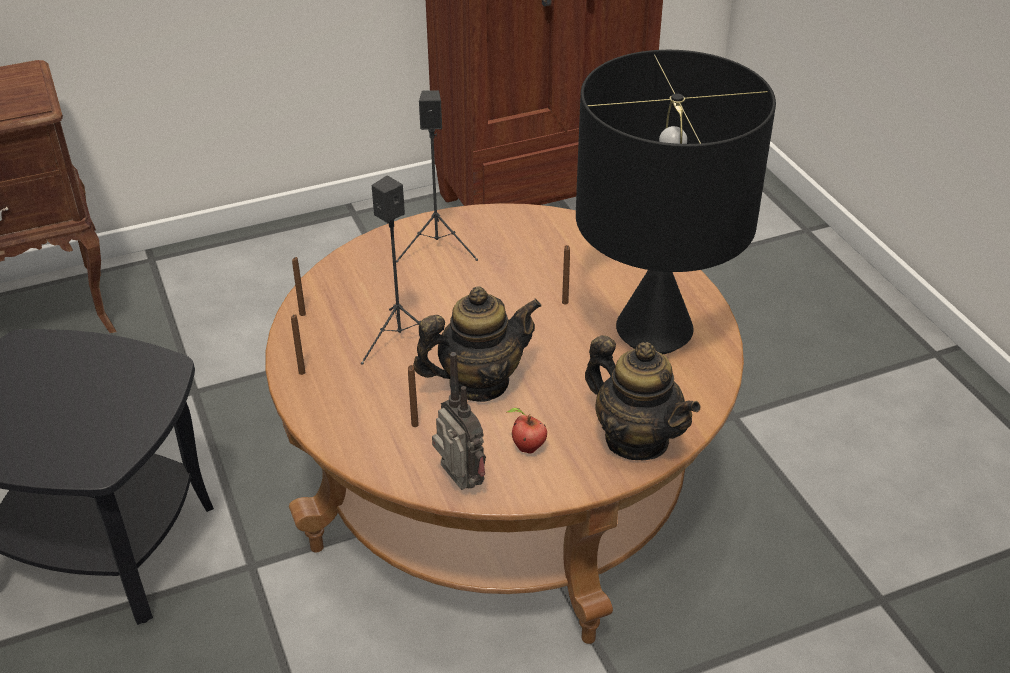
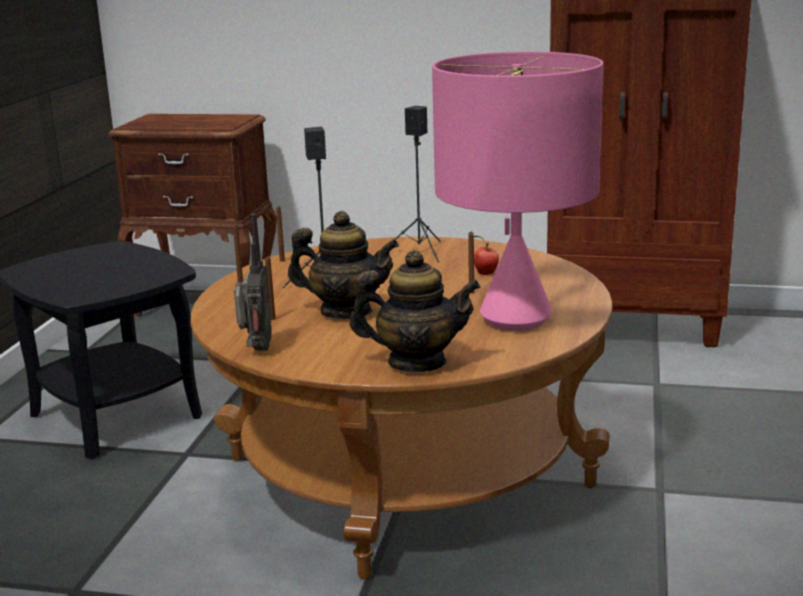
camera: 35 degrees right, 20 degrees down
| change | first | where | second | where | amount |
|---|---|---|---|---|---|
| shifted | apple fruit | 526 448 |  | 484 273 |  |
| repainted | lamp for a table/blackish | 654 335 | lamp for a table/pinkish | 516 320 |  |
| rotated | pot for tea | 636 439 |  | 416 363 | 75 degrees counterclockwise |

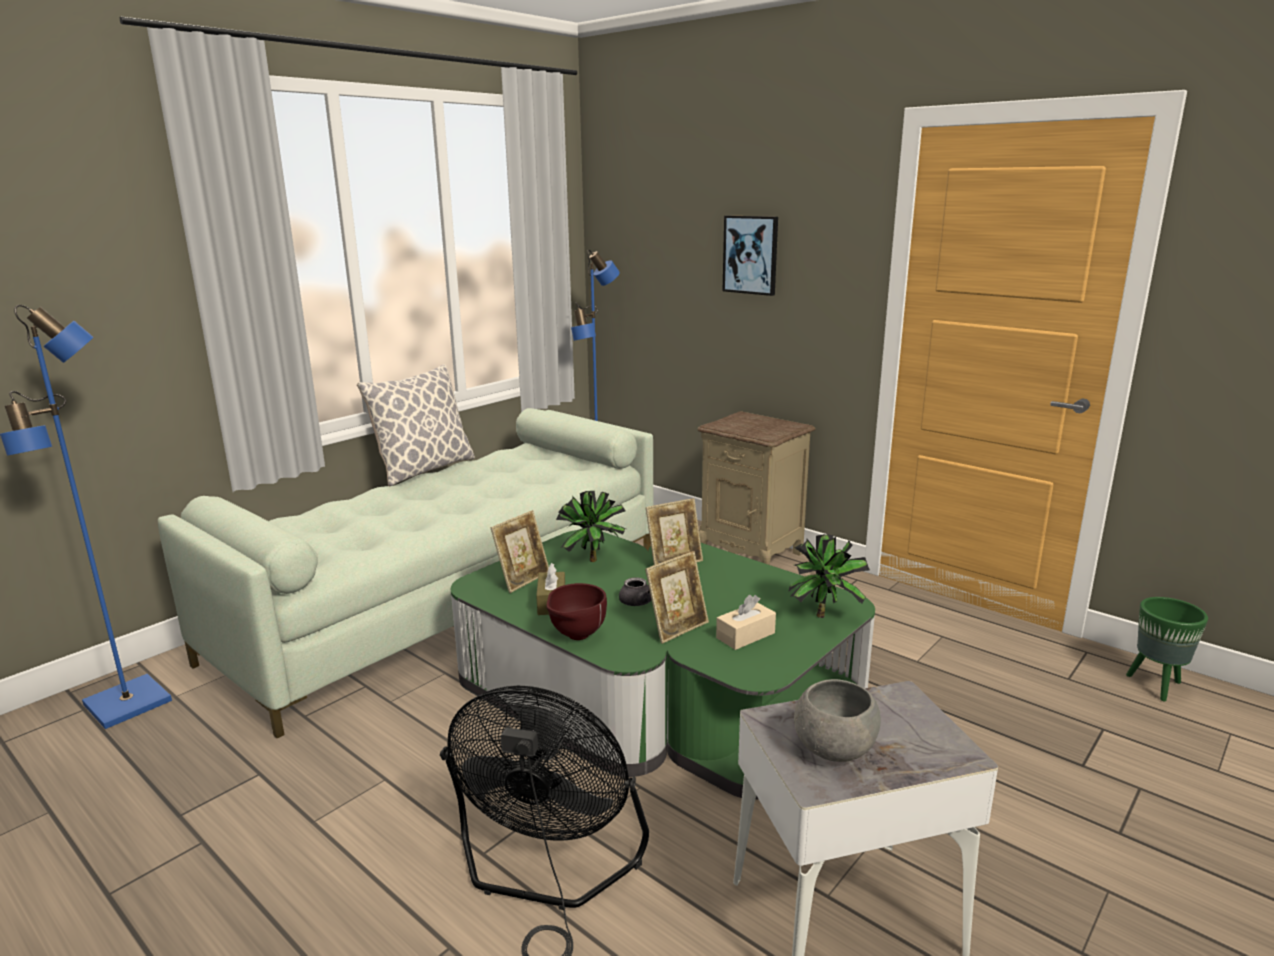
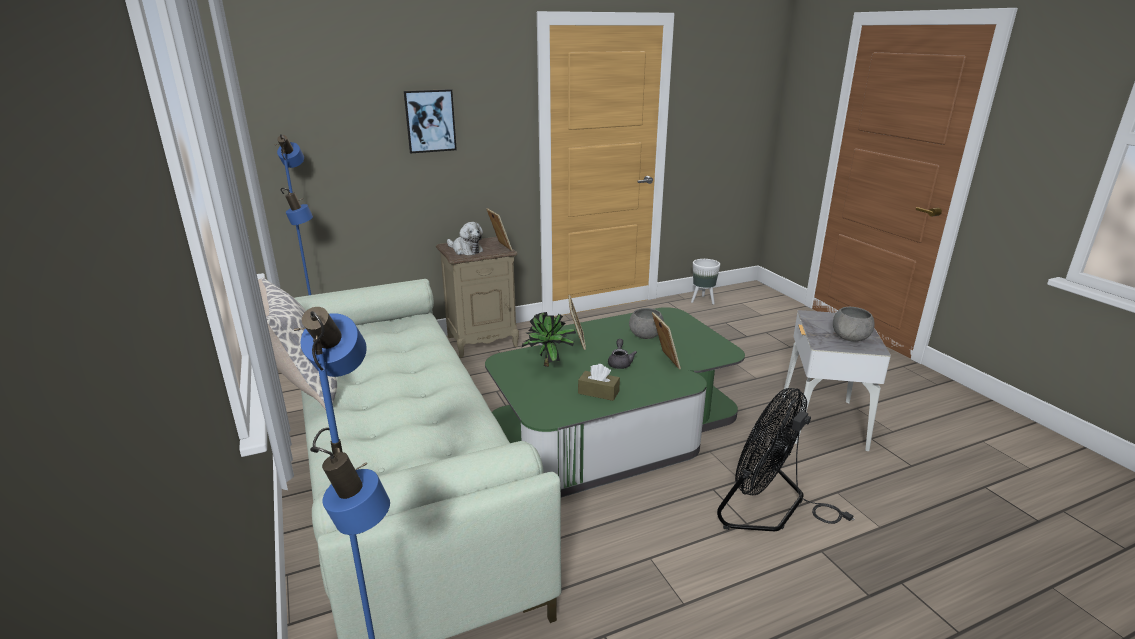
camera: 65 degrees left, 5 degrees up
| change | first | where | second | where | amount |
|---|---|---|---|---|---|
| gone | bowl/brown-coloured | 576 636 |  |  |  |
| gone | tissue box/sand-coloured | 745 635 |  |  |  |
| gone | houseplant | 825 615 |  |  |  |
| new |  |  | soft toy | 466 250 |  |
| new |  |  | bowl/grey | 646 336 |  |
| shifted | photo frame | 523 579 |  | 500 247 |  |
| repainted | plant pot/green | 1156 686 | plant pot/white-coloured | 703 301 |  |

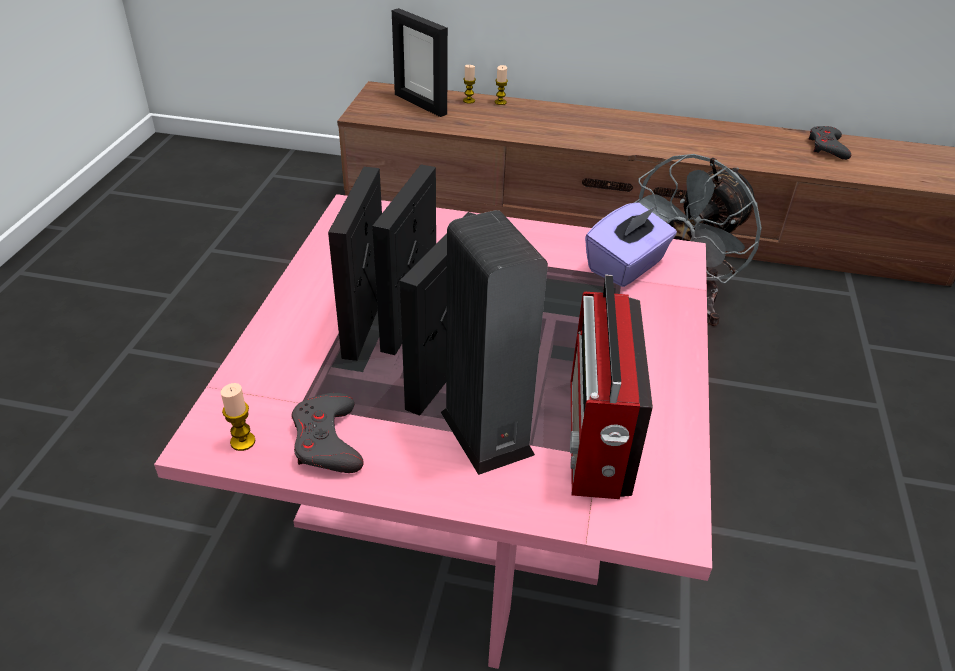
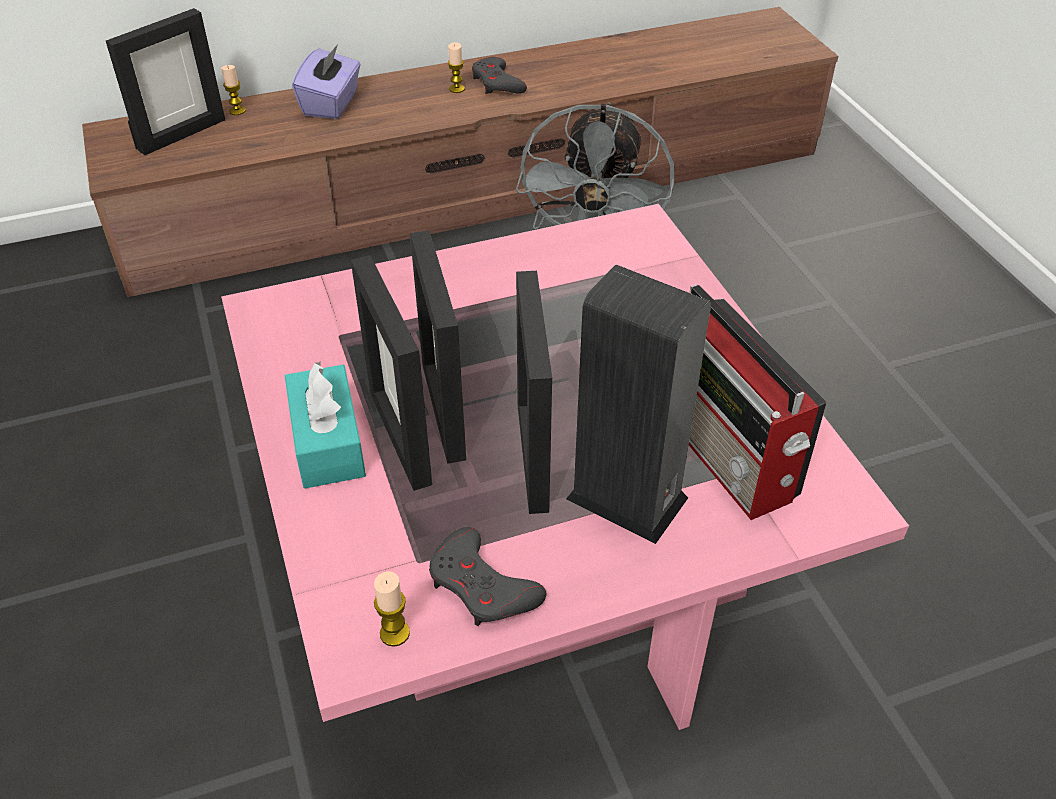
camera: 30 degrees left, 5 degrees up
| change | first | where | second | where | amount |
|---|---|---|---|---|---|
| new |  |  | tissue box/blue-green | 328 442 |  |
| shifted | candle | 500 102 |  | 457 89 |  |
| shifted | tissue box/purple | 626 266 |  | 331 104 |  |
| shifted | joypad/grey | 827 147 |  | 497 83 |  |
| rotated | photo frame | 421 104 |  | 181 134 | 60 degrees counterclockwise |

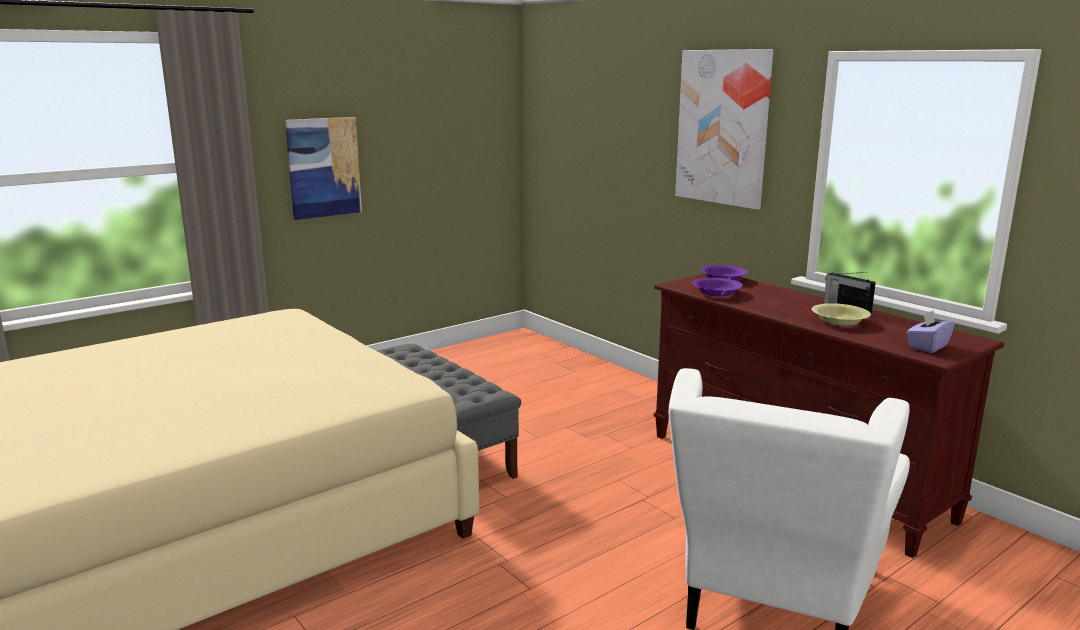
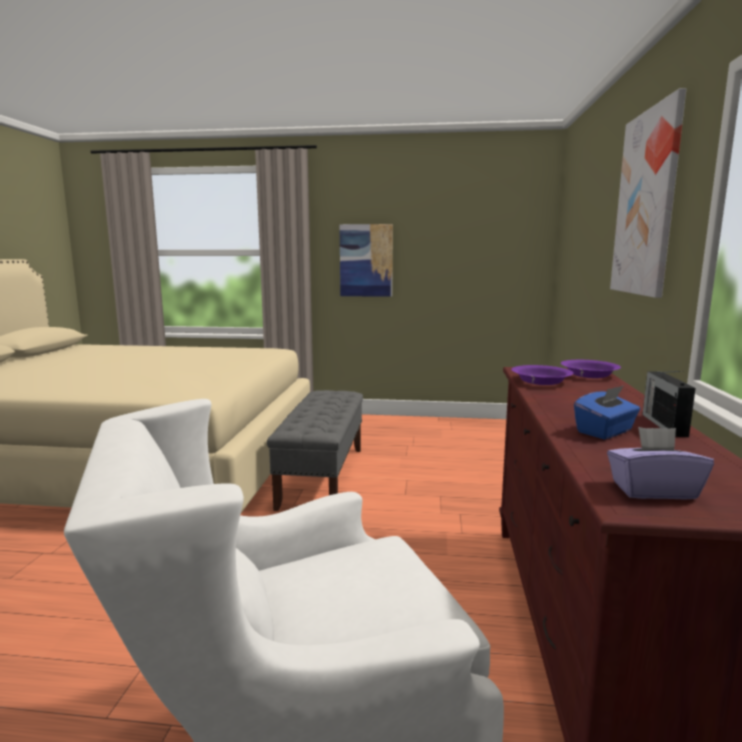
camera: 45 degrees right, 5 degrees down
| change | first | where | second | where | amount |
|---|---|---|---|---|---|
| swapped | bowl/yellowish | 839 321 | tissue box/bluish | 605 432 |  |

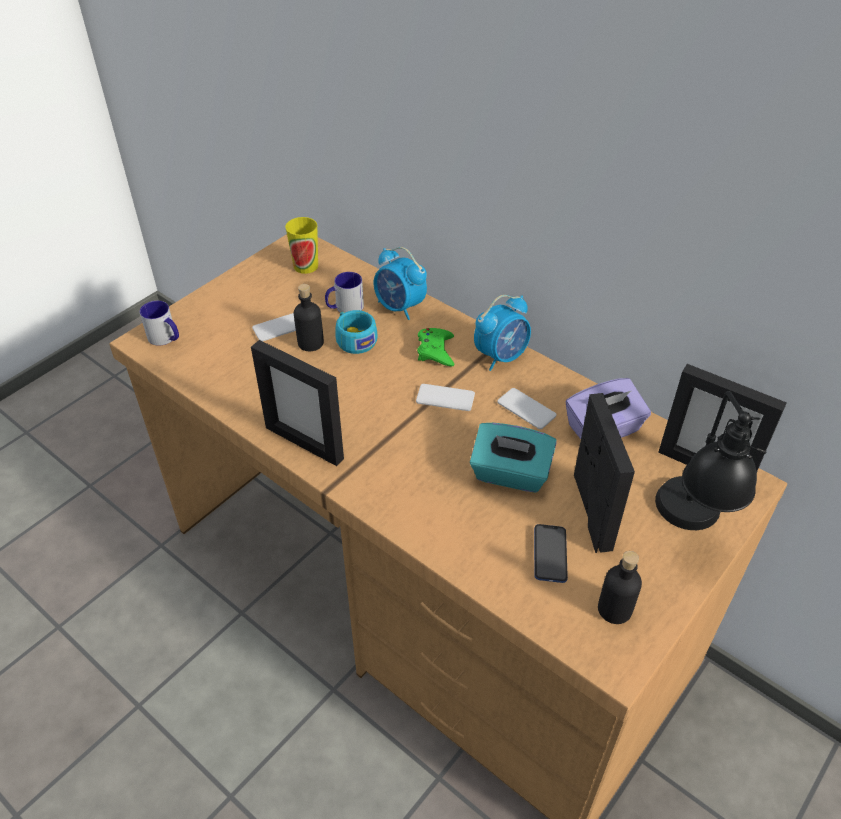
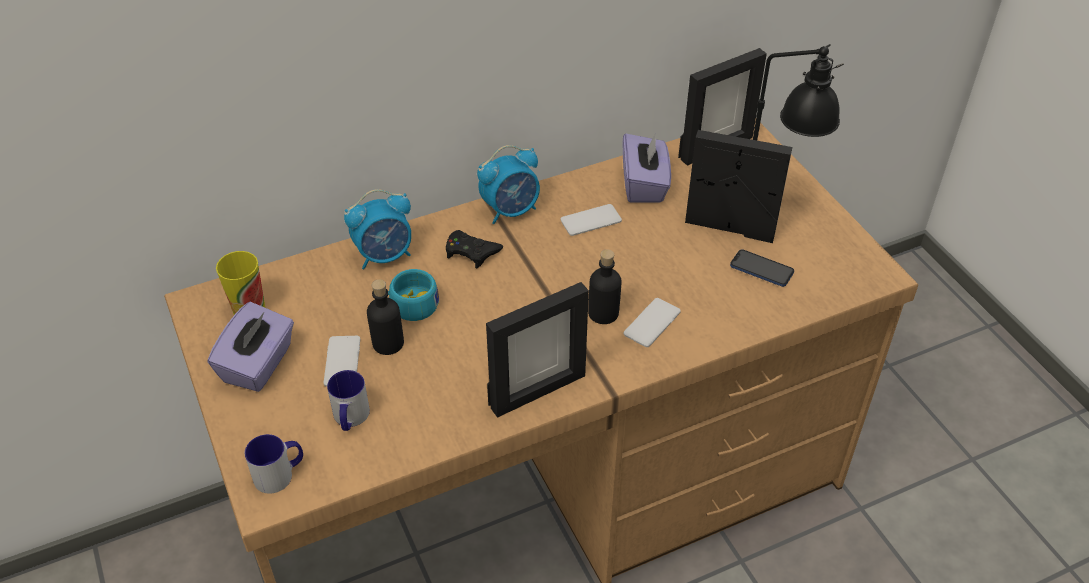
camera: 65 degrees left, 0 degrees up
| change | first | where | second | where | amount |
|---|---|---|---|---|---|
| gone | tissue box/blue-green | 510 474 |  |  |  |
| new |  |  | tissue box/purple | 258 364 |  |
| shifted | coffee mug | 344 308 |  | 350 418 |  |
| shifted | telephone | 445 398 |  | 652 323 |  |
| shifted | beverage bottle/blackish | 614 609 |  | 603 313 |  |
| repainted | joypad/green | 435 351 | joypad/blackish | 471 252 |  |
| rotated | bedside clock | 501 356 |  | 511 210 | 75 degrees clockwise |

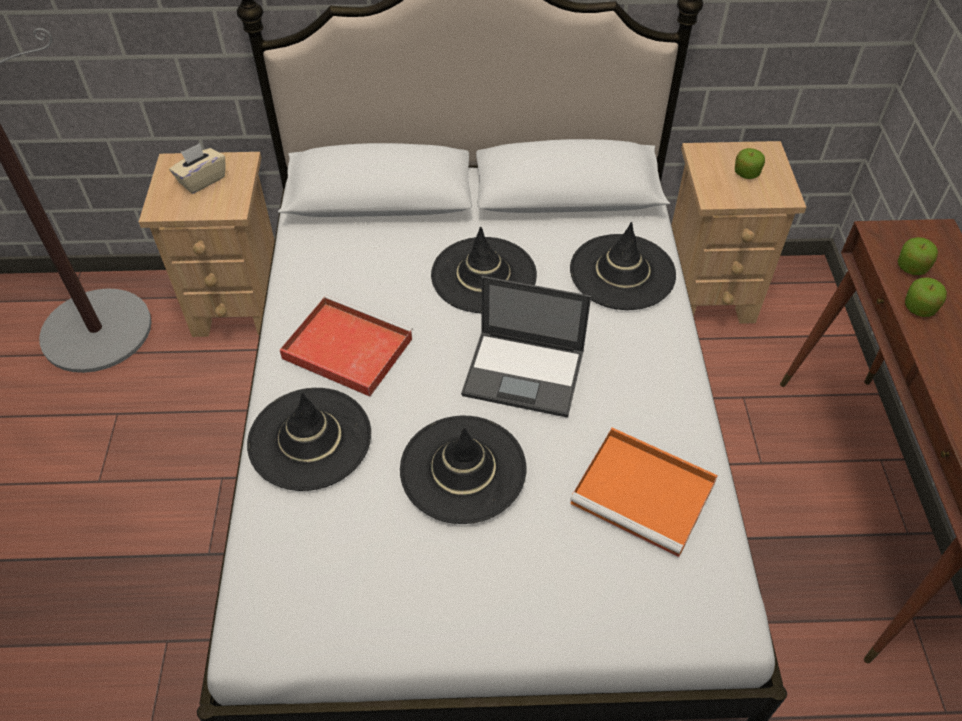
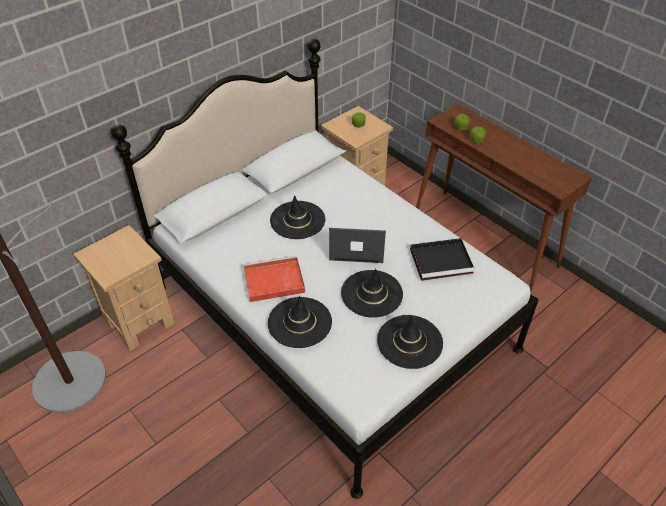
camera: 40 degrees left, 5 degrees down
| change | first | where | second | where | amount |
|---|---|---|---|---|---|
| gone | tissue box/sand-coloured | 202 180 |  |  |  |
| shifted | wearable hat/blackish | 622 272 |  | 409 342 |  |
| repainted | carrying tray/orange-coloured | 645 494 | carrying tray/blackish | 442 261 |  |
| rotated | portable computer | 525 373 |  | 356 246 | 150 degrees counterclockwise |

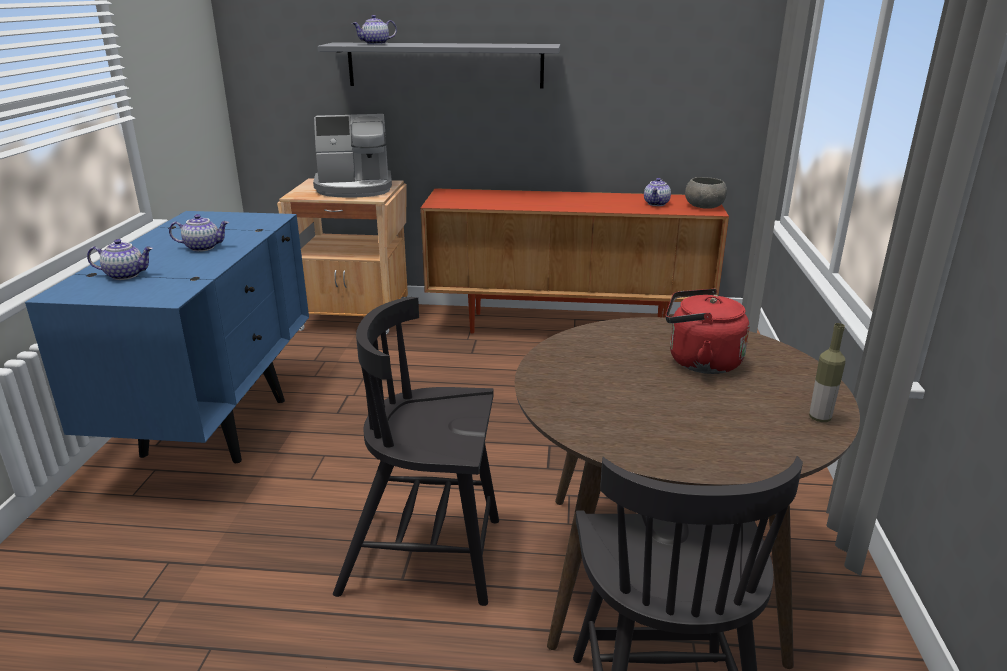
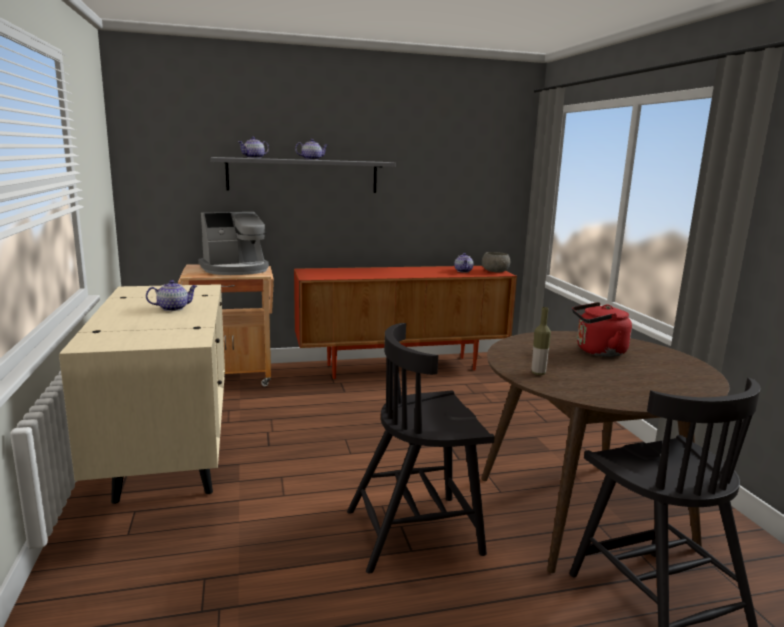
camera: 20 degrees left, 10 degrees down
| change | first | where | second | where | amount |
|---|---|---|---|---|---|
| shifted | pot for tea | 126 275 |  | 311 159 |  |
| shifted | beverage bottle | 819 418 |  | 538 373 |  |
| repainted | drawer chest/bluish | 216 427 | drawer chest/sand-coloured | 168 470 |  |

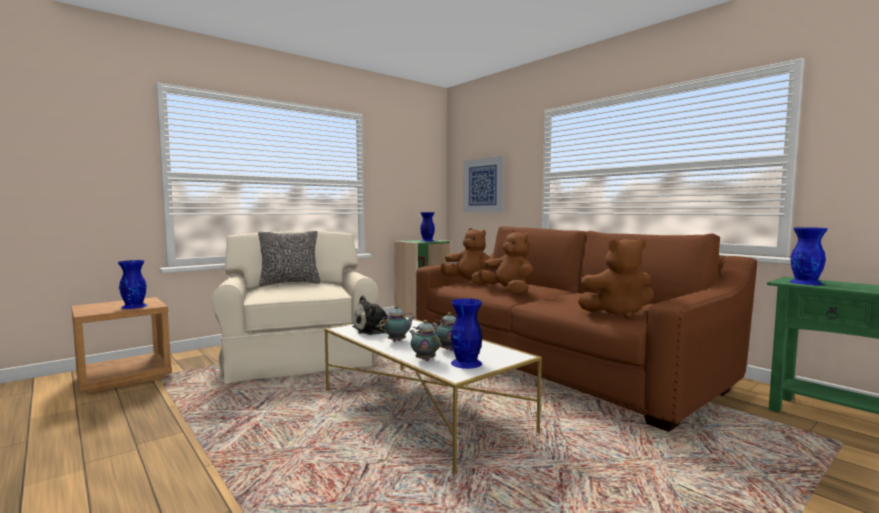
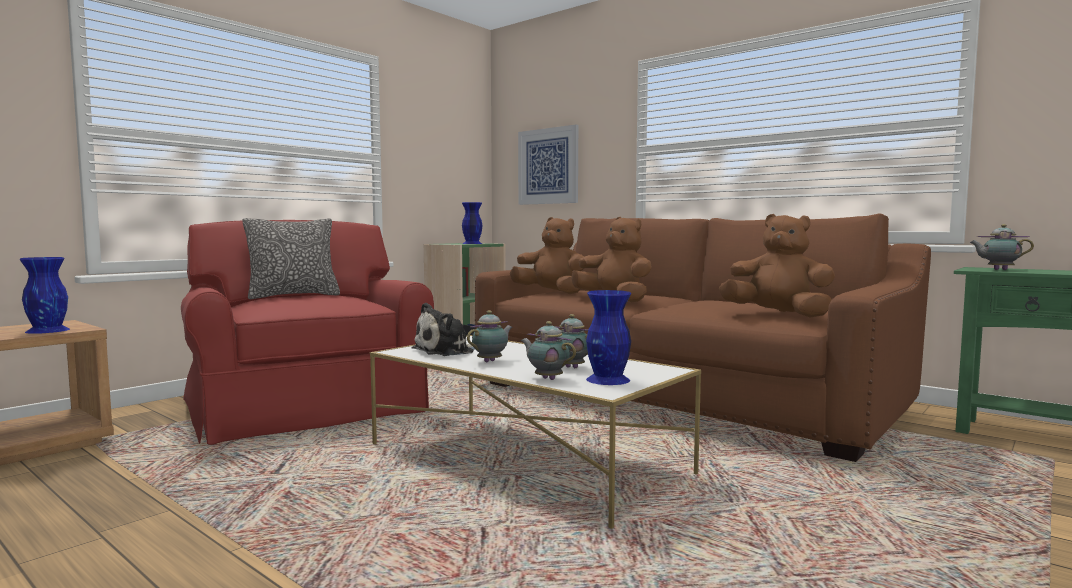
camera: 10 degrees left, 0 degrees up
| change | first | where | second | where | amount |
|---|---|---|---|---|---|
| swapped | flower vase/bluish | 806 283 | pot for tea | 998 270 |  |
| repainted | lounge chair/sand-coloured | 298 357 | lounge chair/reddish | 306 406 |  |
| rotated | soft toy/brown-coloured | 617 313 |  | 778 315 | 135 degrees counterclockwise |

